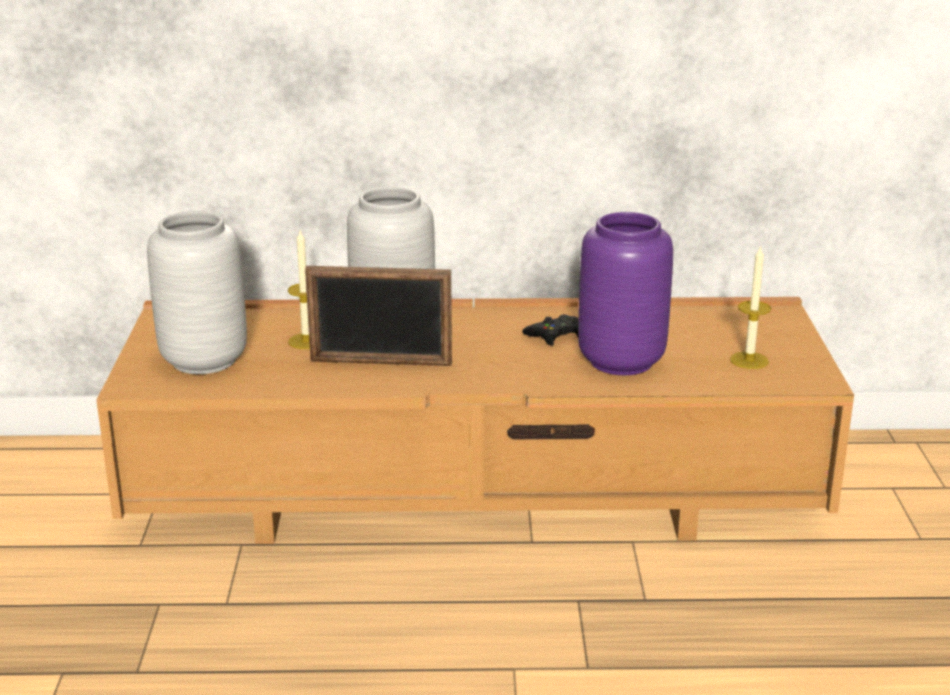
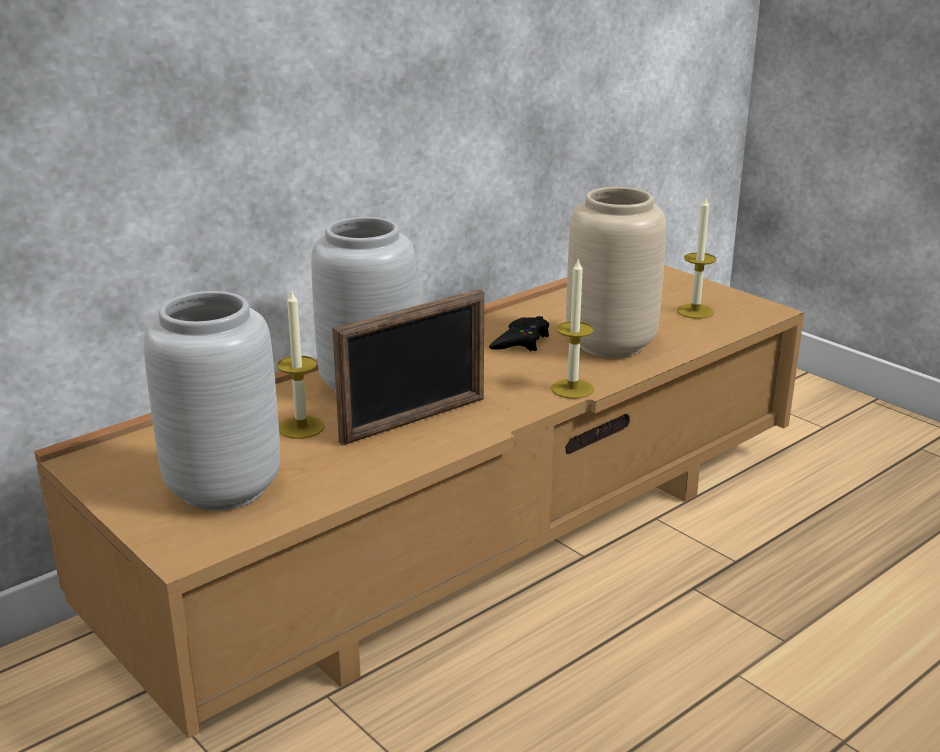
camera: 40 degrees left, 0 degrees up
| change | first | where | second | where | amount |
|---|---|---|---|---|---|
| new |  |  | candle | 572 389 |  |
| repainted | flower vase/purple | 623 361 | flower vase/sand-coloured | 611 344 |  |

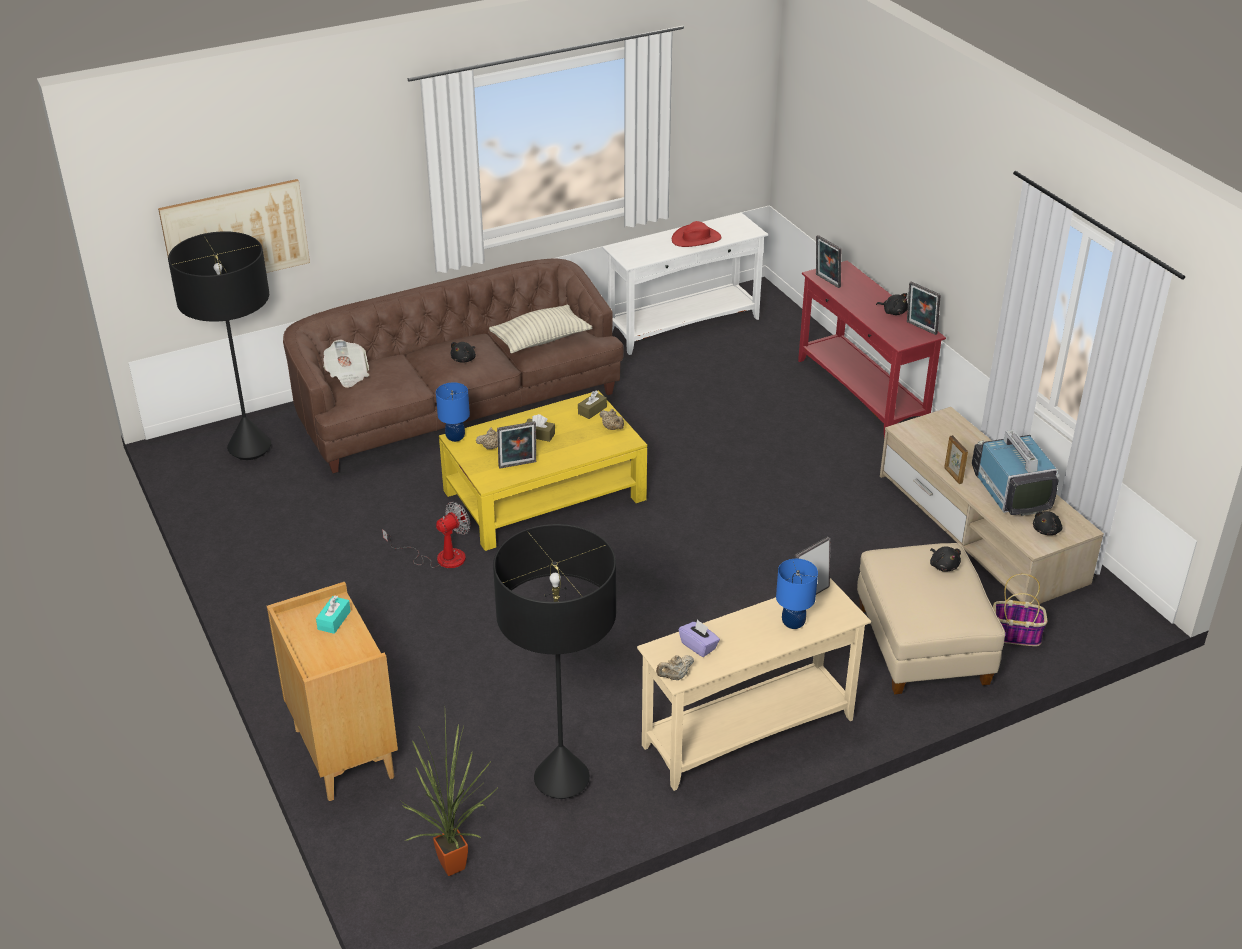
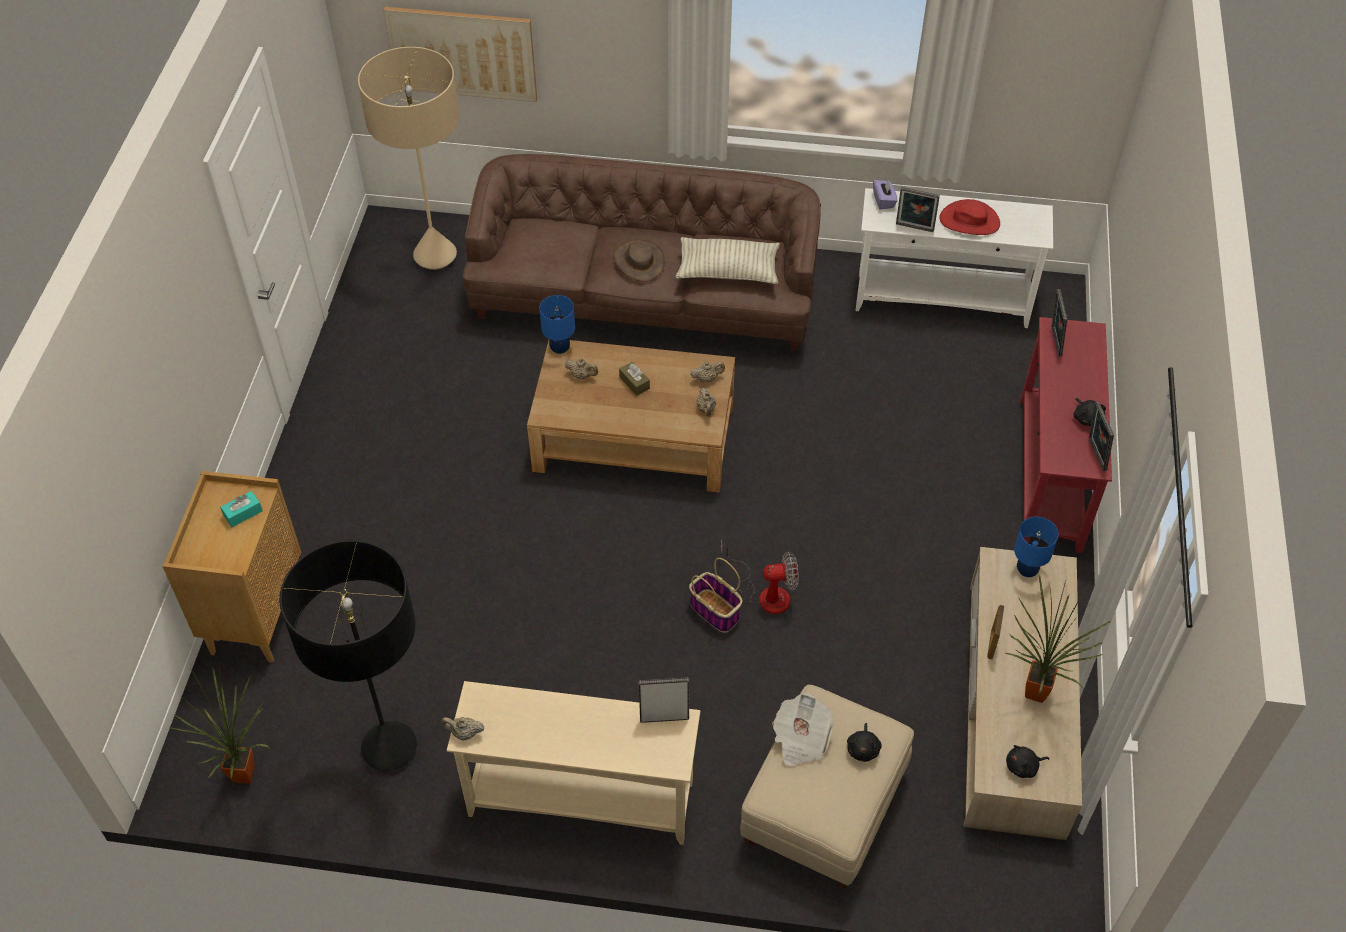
camera: 35 degrees right, 15 degrees up
| change | first | where | second | where | amount |
|---|---|---|---|---|---|
| shifted | printed paper | 347 374 |  | 800 739 |  |
| shifted | fan | 440 557 |  | 765 593 |  |
| shifted | photo frame | 518 465 |  | 914 228 |  |
| shifted | tissue box/purple | 699 646 |  | 884 201 |  |
| shifted | lamp for a table/bluish | 792 623 |  | 1026 570 |  |
| shifted | household basket | 1016 635 |  | 716 611 |  |
| swapped | soft toy/blackish | 464 359 | wearable hat/brown-coloured | 639 261 |  |
| swapped | tissue box/brown-coloured | 592 410 | pot for tea/sand-coloured | 707 379 |  |
| swapped | TV set | 1010 491 | houseplant | 1033 696 |  |
| repainted | standing lamp/blackish | 250 450 | standing lamp/sand-coloured | 435 257 |  |
| repainted | lounge table/yellowish | 545 495 | lounge table/brown-coloured | 635 437 |  |

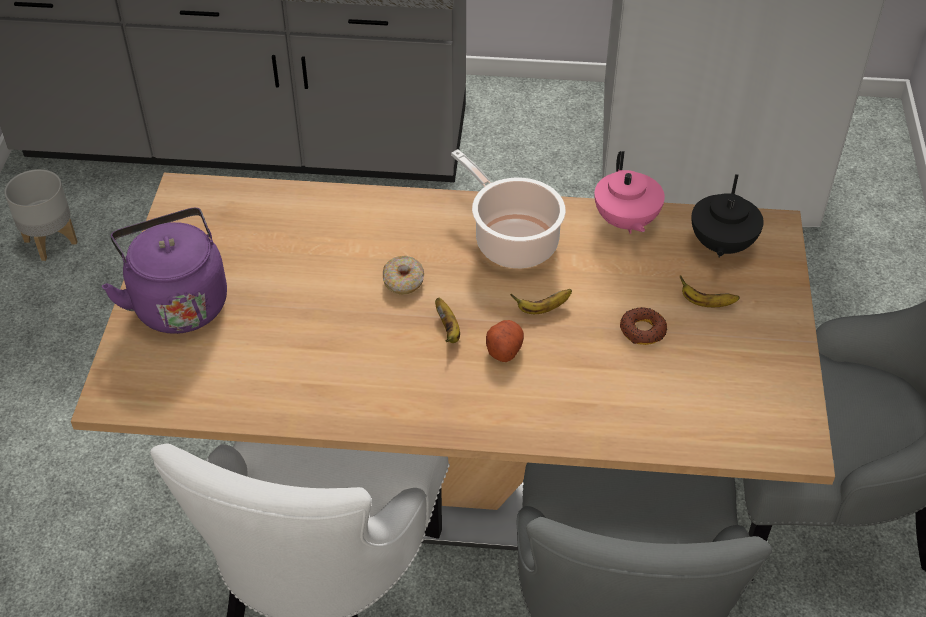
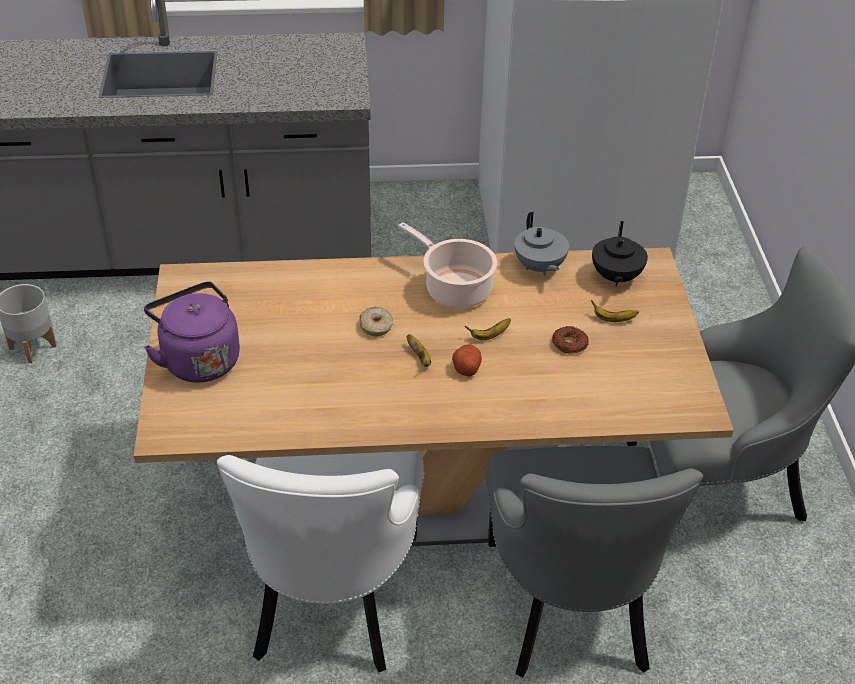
camera: 10 degrees left, 5 degrees down
| change | first | where | second | where | amount |
|---|---|---|---|---|---|
| repainted | pot for tea/pinkish | 625 222 | pot for tea/grey | 539 267 |  |

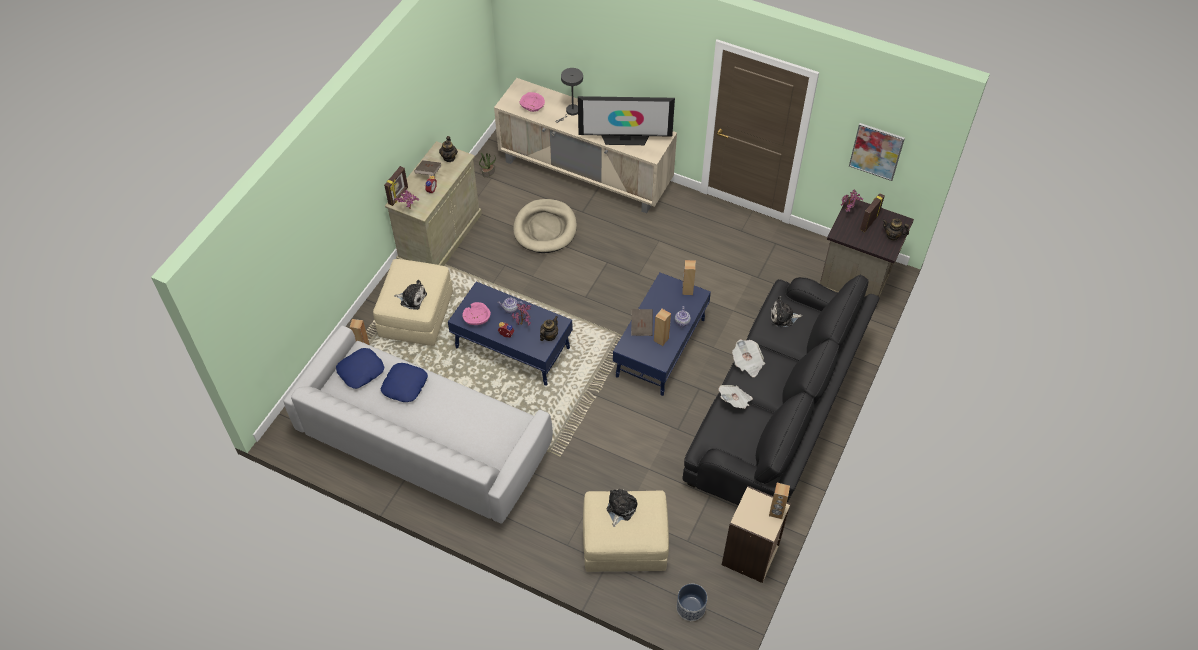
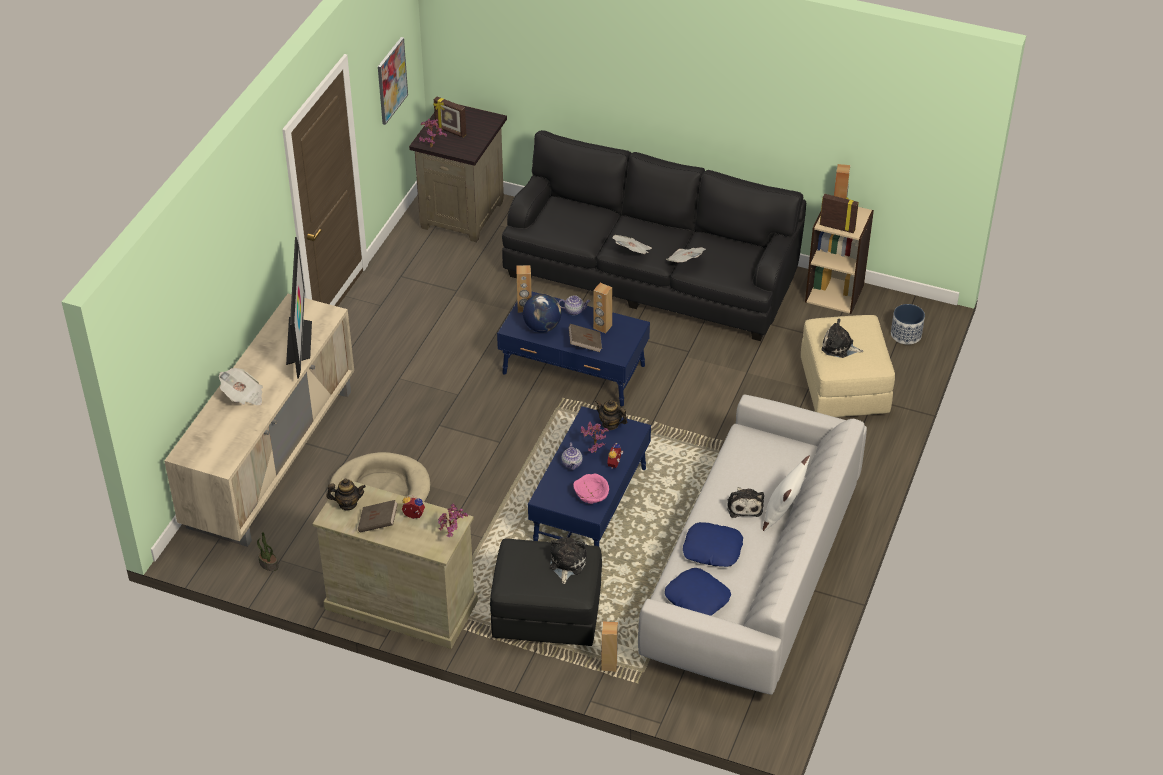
camera: 95 degrees left, 10 degrees down
| change | first | where | second | where | amount |
|---|---|---|---|---|---|
| gone | bowl/pinkish | 532 106 |  |  |  |
| gone | pot for tea | 892 236 |  |  |  |
| new |  |  | desk globe | 542 327 |  |
| new |  |  | throw pillow/white-coloured | 783 513 |  |
| shifted | photo frame | 398 196 |  | 837 227 |  |
| shifted | soft toy | 783 317 |  | 744 505 |  |
| swapped | lamp for a table/grey | 571 112 | printed paper | 243 396 |  |
| repainted | footrest/sand-coloured | 416 315 | footrest/blackish | 546 612 |  |

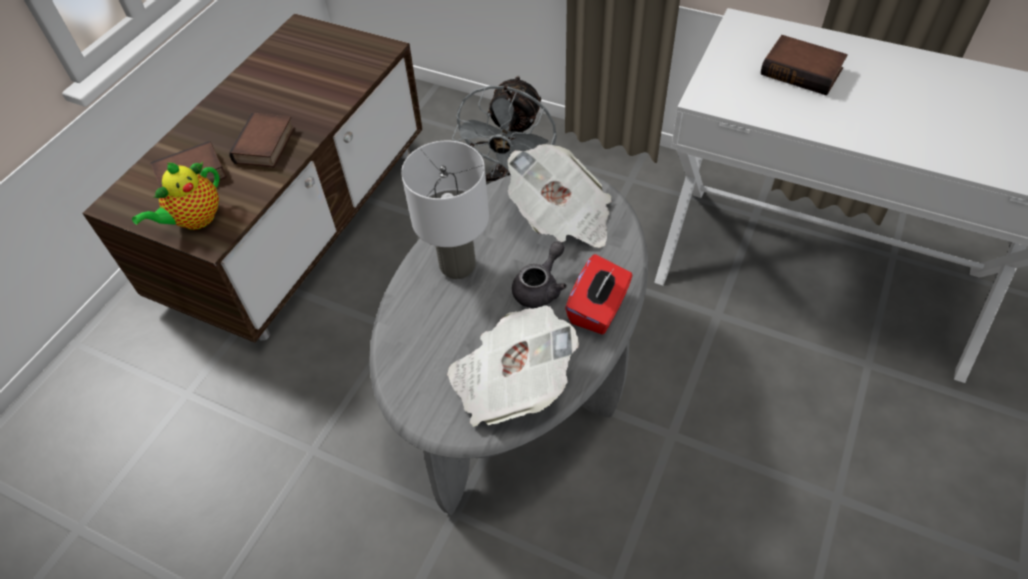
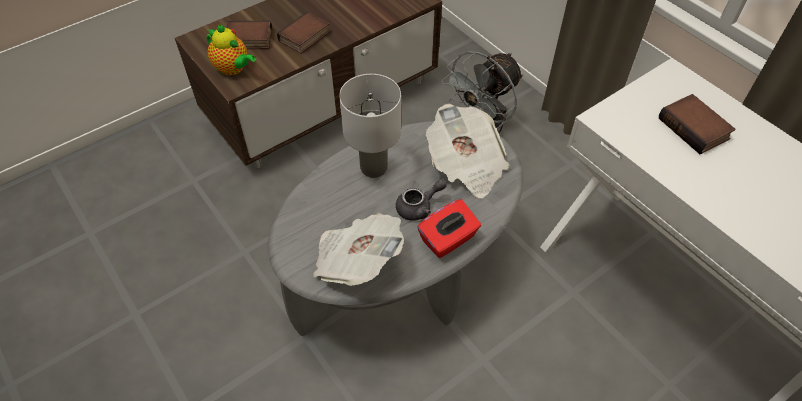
camera: 25 degrees right, 0 degrees up
| change | first | where | second | where | amount |
|---|---|---|---|---|---|
| rotated | pot for tea | 195 220 |  | 233 69 | 120 degrees counterclockwise |

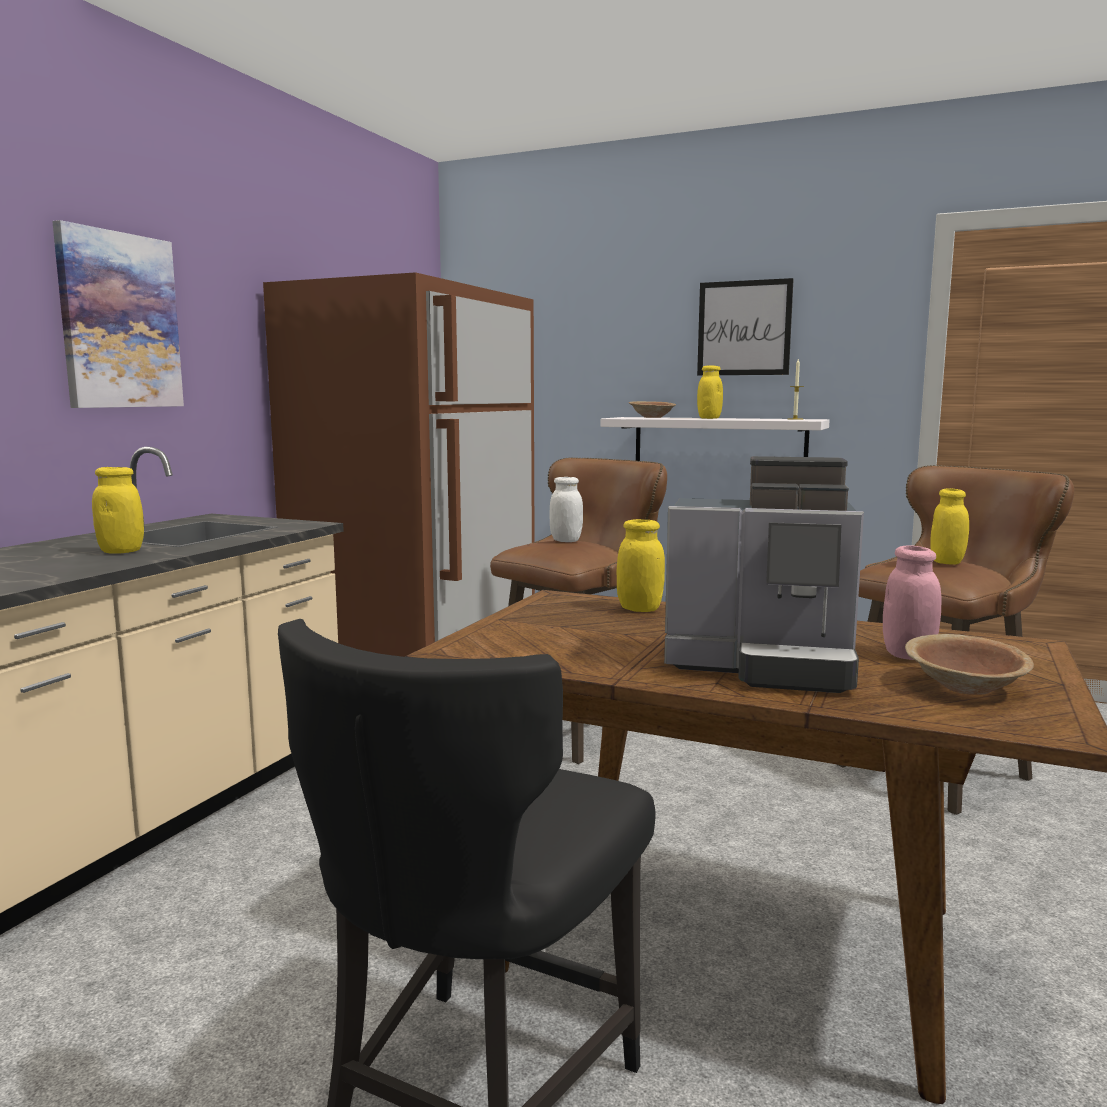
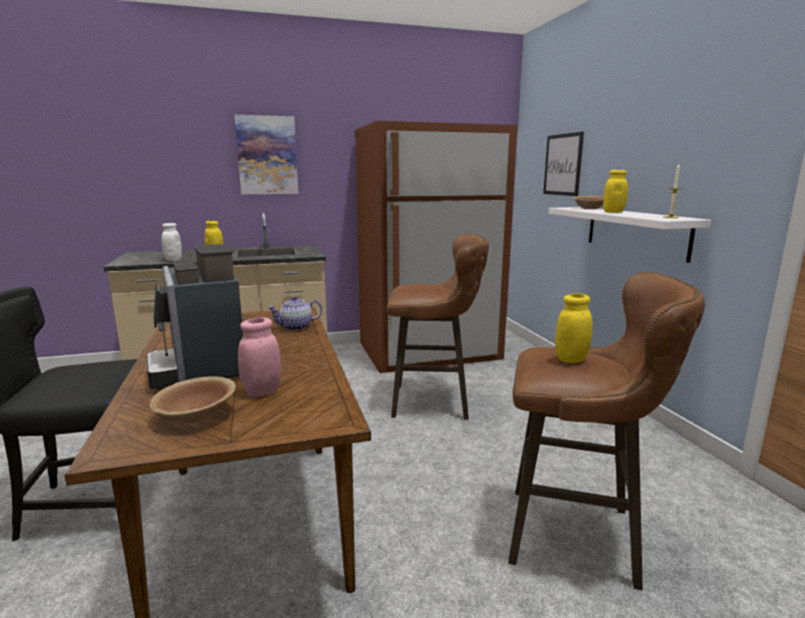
camera: 50 degrees right, 5 degrees up
| change | first | where | second | where | amount |
|---|---|---|---|---|---|
| shifted | jar/white-coloured | 566 541 |  | 173 260 |  |
| shifted | wall art | 744 328 |  | 563 164 |  |
| swapped | jar/yellowish | 639 609 | pot for tea | 296 327 |  |

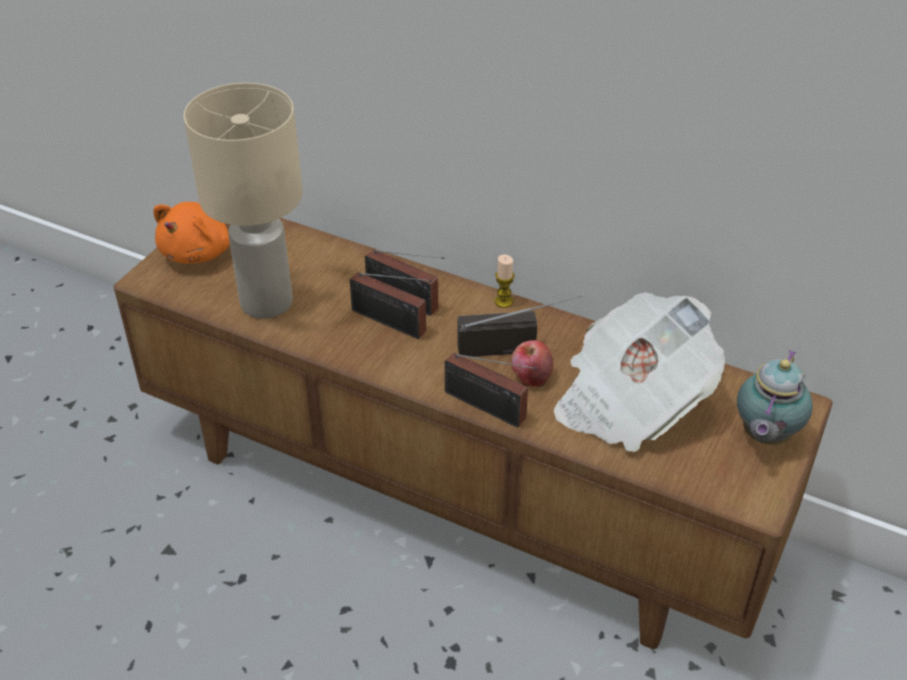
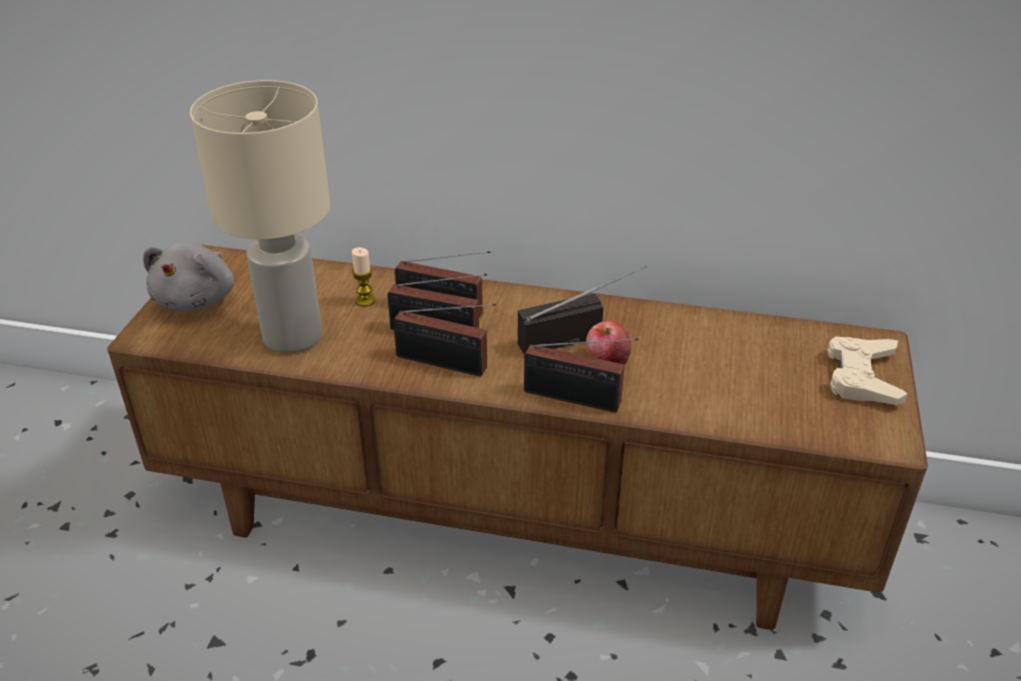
camera: 15 degrees left, 5 degrees down
| change | first | where | second | where | amount |
|---|---|---|---|---|---|
| gone | printed paper | 630 401 |  |  |  |
| new |  |  | radio receiver | 446 364 |  |
| shifted | candle | 503 301 |  | 365 300 |  |
| swapped | pot for tea | 764 436 | joypad/sand-coloured | 862 376 |  |
| repainted | soft toy/orange-coloured | 199 252 | soft toy/grey | 197 299 |  |

